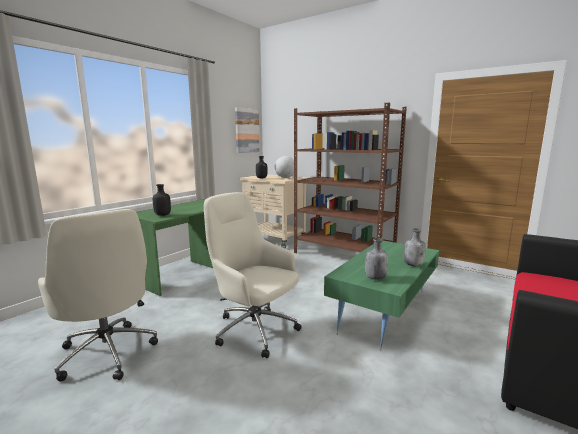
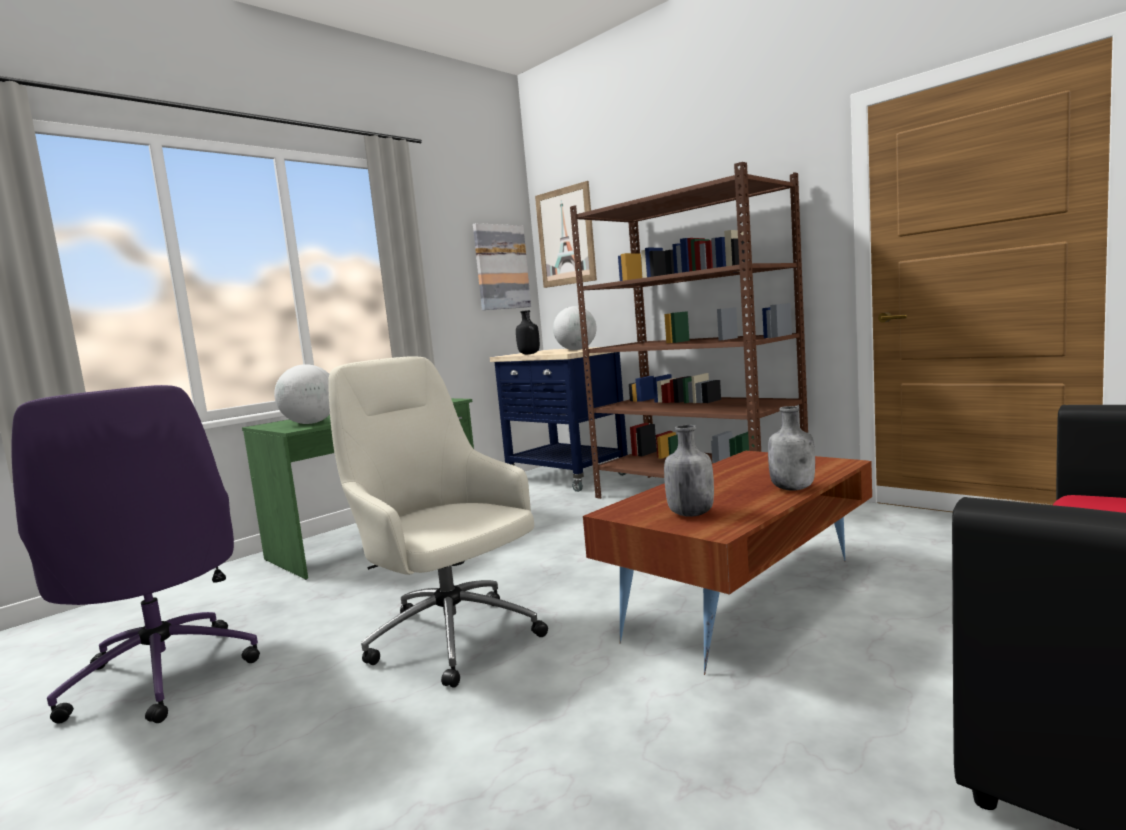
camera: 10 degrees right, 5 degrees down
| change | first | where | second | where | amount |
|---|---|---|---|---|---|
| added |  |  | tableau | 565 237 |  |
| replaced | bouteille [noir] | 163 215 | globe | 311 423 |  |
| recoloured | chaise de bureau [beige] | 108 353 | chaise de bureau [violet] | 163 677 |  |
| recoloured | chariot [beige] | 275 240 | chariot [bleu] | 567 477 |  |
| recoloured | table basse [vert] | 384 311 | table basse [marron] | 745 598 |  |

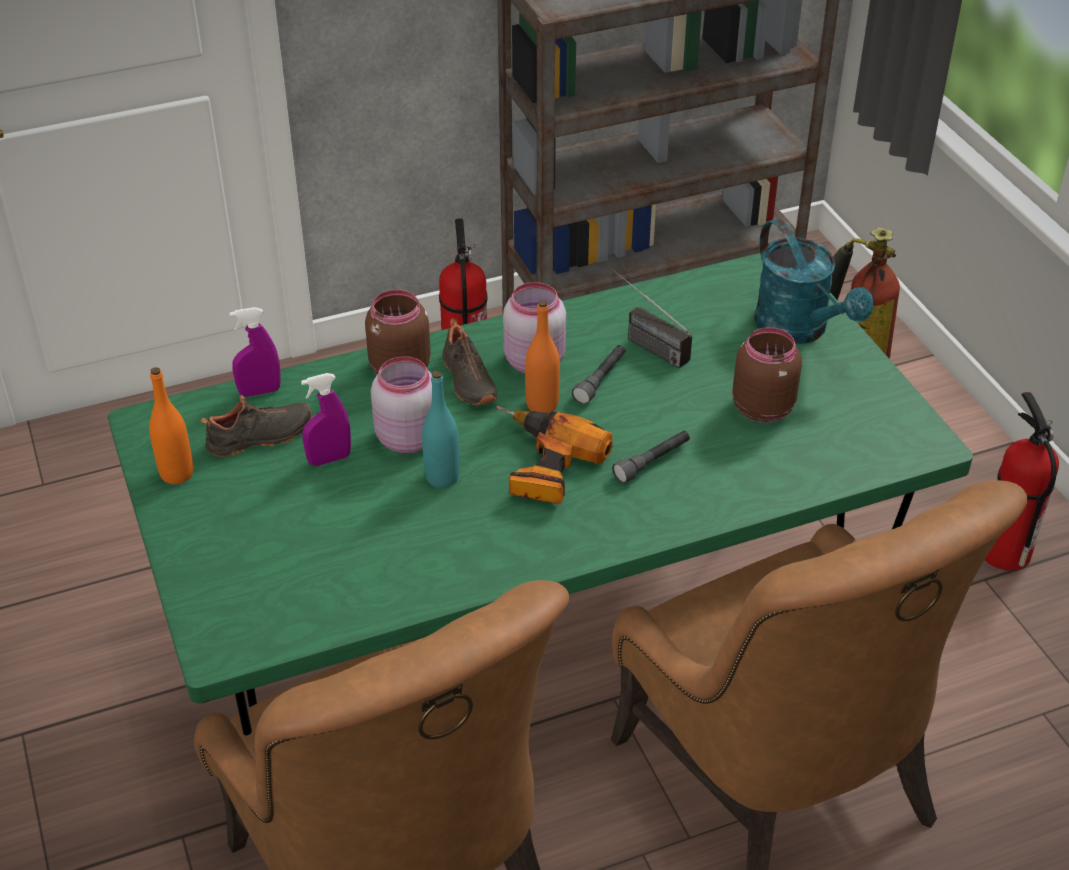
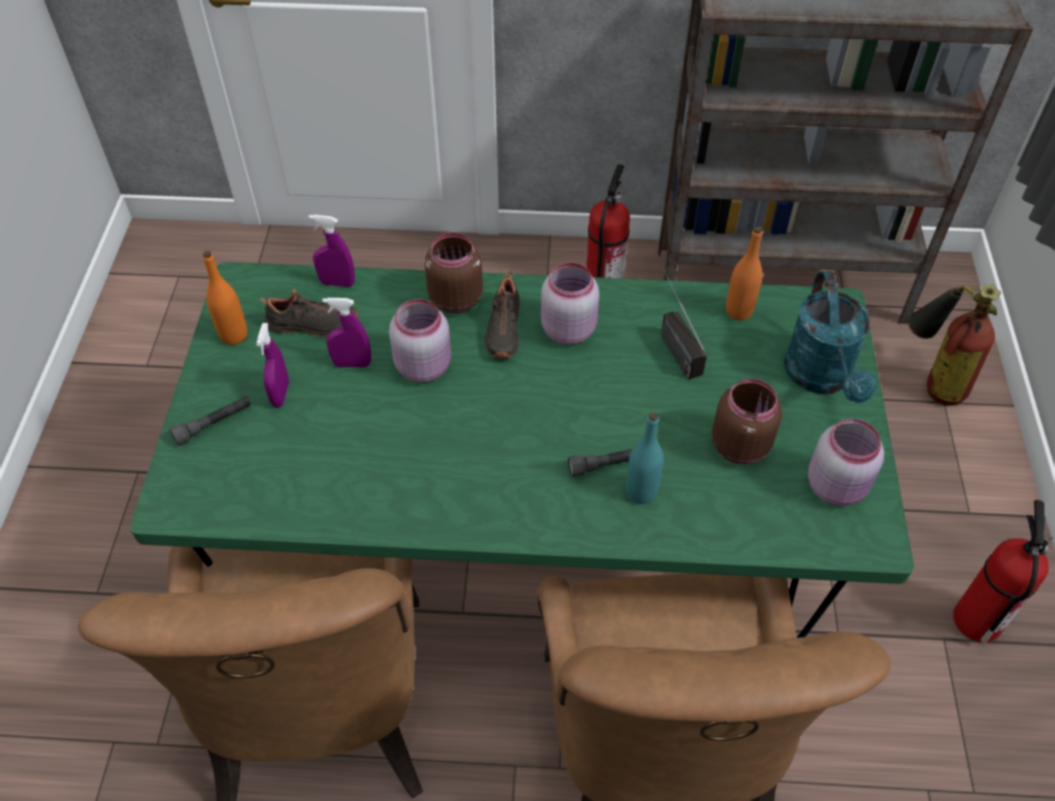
camera: 25 degrees right, 10 degrees up
| change | first | where | second | where | amount |
|---|---|---|---|---|---|
| removed | perceuse | 542 466 |  |  |  |
| added |  |  | vaporisateur [violet] | 280 394 |  |
| added |  |  | bocal [rose] | 837 486 |  |
| moved | bouteille [turquoise] | 442 477 |  | 641 492 |  |
| moved | bouteille [orange] | 542 405 |  | 738 311 |  |
| moved | lampe de poche [gris] | 600 380 |  | 214 424 |  |

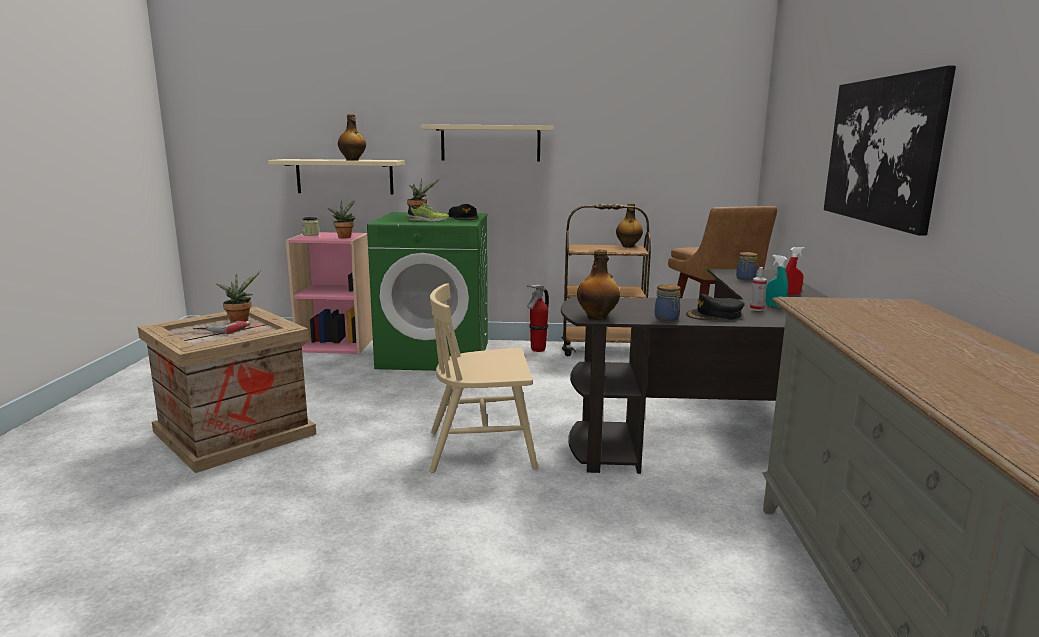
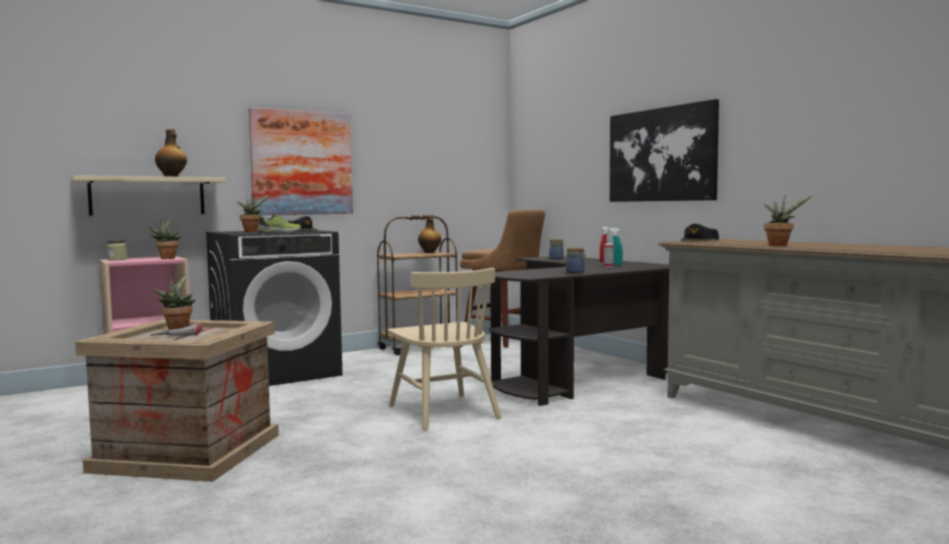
camera: 35 degrees left, 10 degrees down
| change | first | where | second | where | amount |
|---|---|---|---|---|---|
| removed | extincteur | 537 350 |  |  |  |
| removed | bouteille | 597 317 |  |  |  |
| added |  |  | plante en pot | 780 245 |  |
| moved | casquette [noir] | 714 315 |  | 700 240 |  |
| replaced | étagère [beige] | 490 143 | tableau | 302 163 |  |
| recoloured | lave-linge [vert] | 435 355 | lave-linge [noir] | 277 373 |  |
| turned | chaise [beige] | 482 449 |  | 443 412 | 75 degrees counterclockwise |

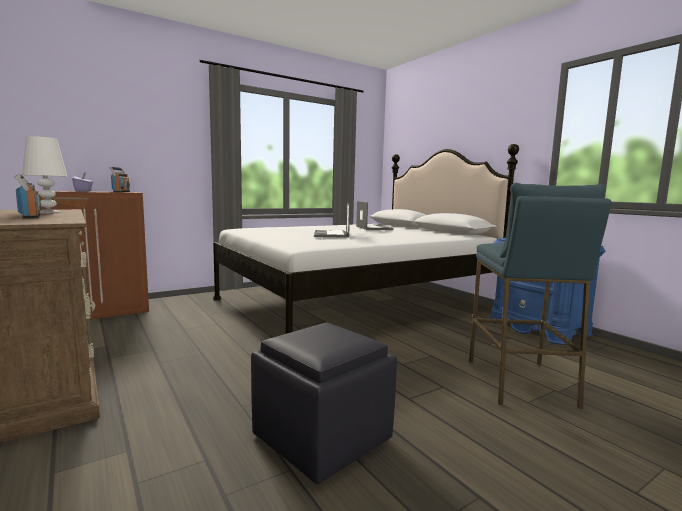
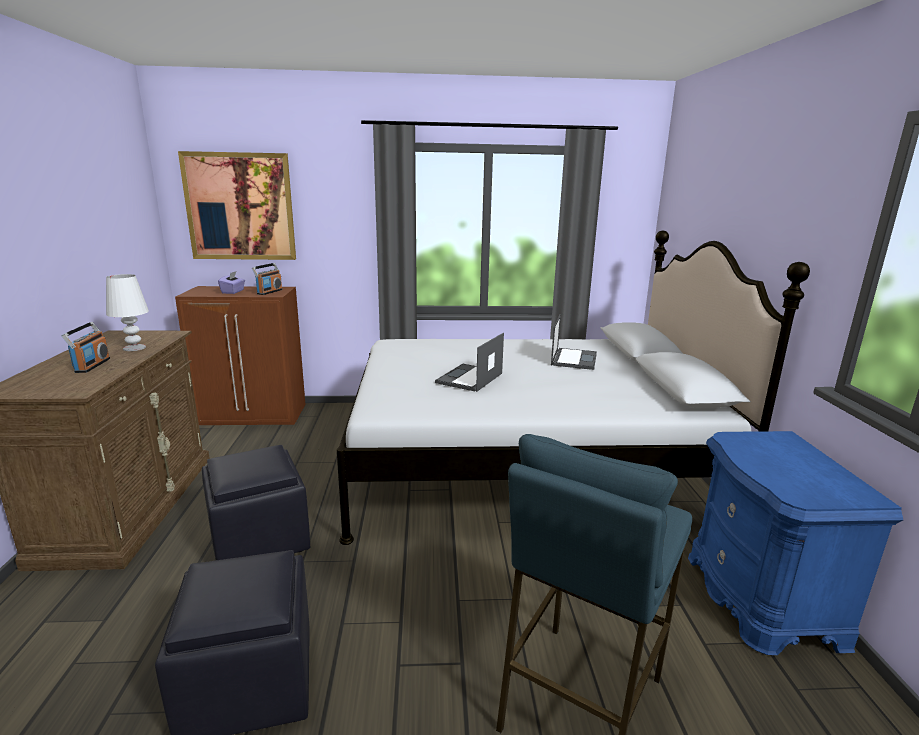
camera: 30 degrees right, 10 degrees up
| change | first | where | second | where | amount |
|---|---|---|---|---|---|
| added |  |  | tableau | 240 207 |  |
| added |  |  | pouf [noir] | 258 539 |  |

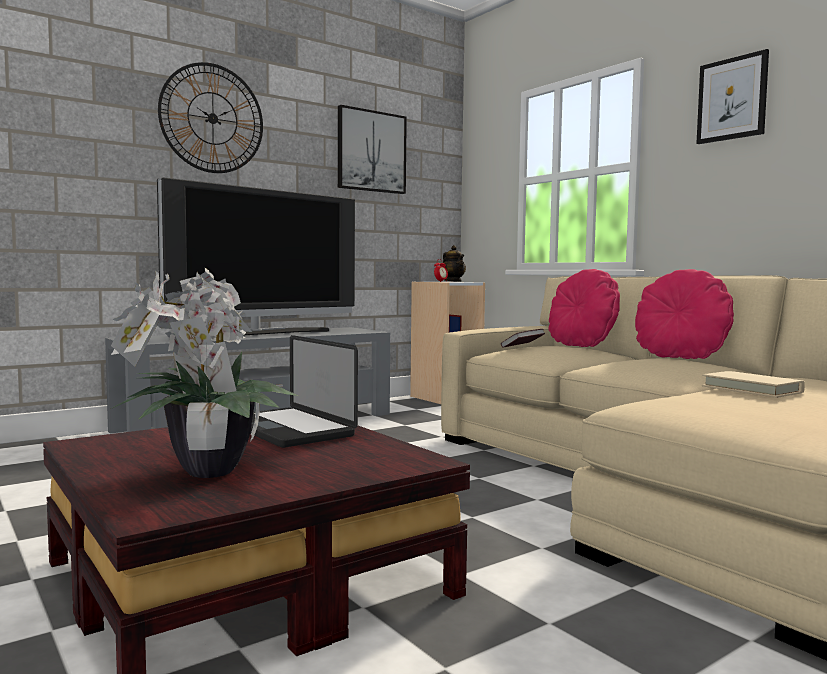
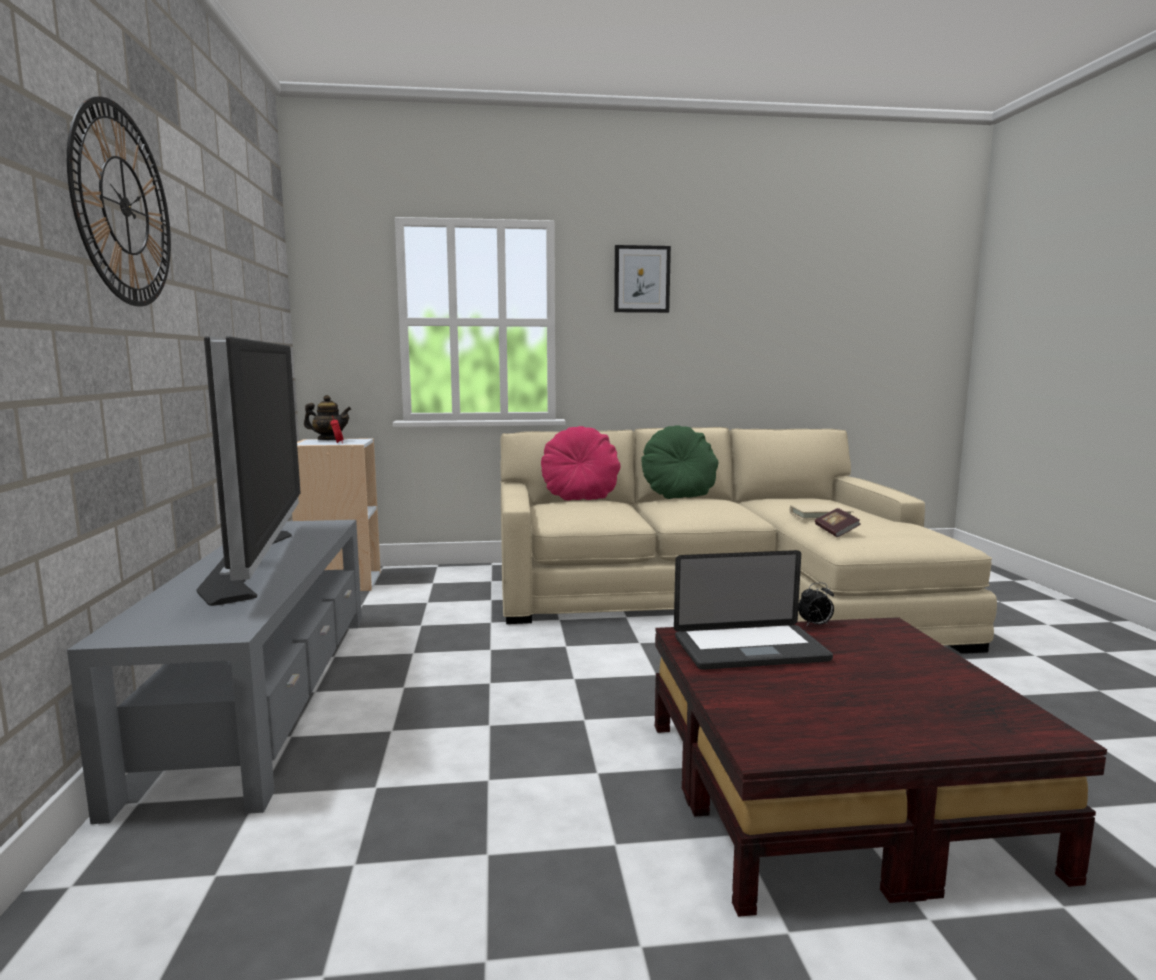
camera: 60 degrees left, 5 degrees up
| change | first | where | second | where | amount |
|---|---|---|---|---|---|
| removed | plante en pot | 204 473 |  |  |  |
| removed | tableau | 371 151 |  |  |  |
| added |  |  | réveil | 815 625 |  |
| moved | livre | 522 347 |  | 836 532 |  |
| recoloured | coussin [rose] | 681 358 | coussin [vert] | 678 497 |  |

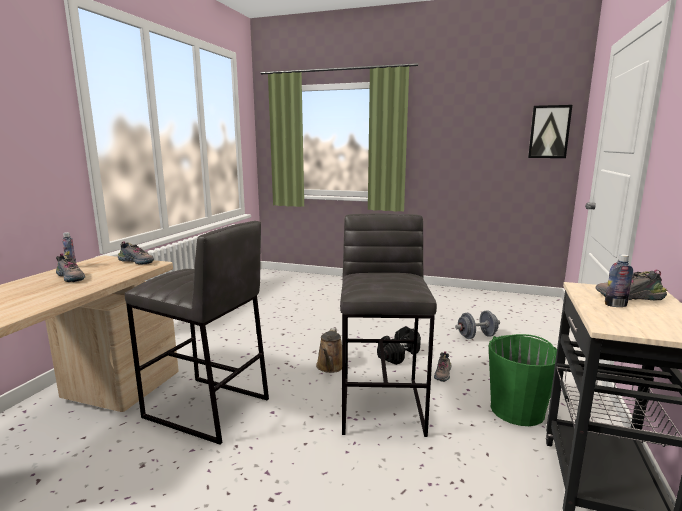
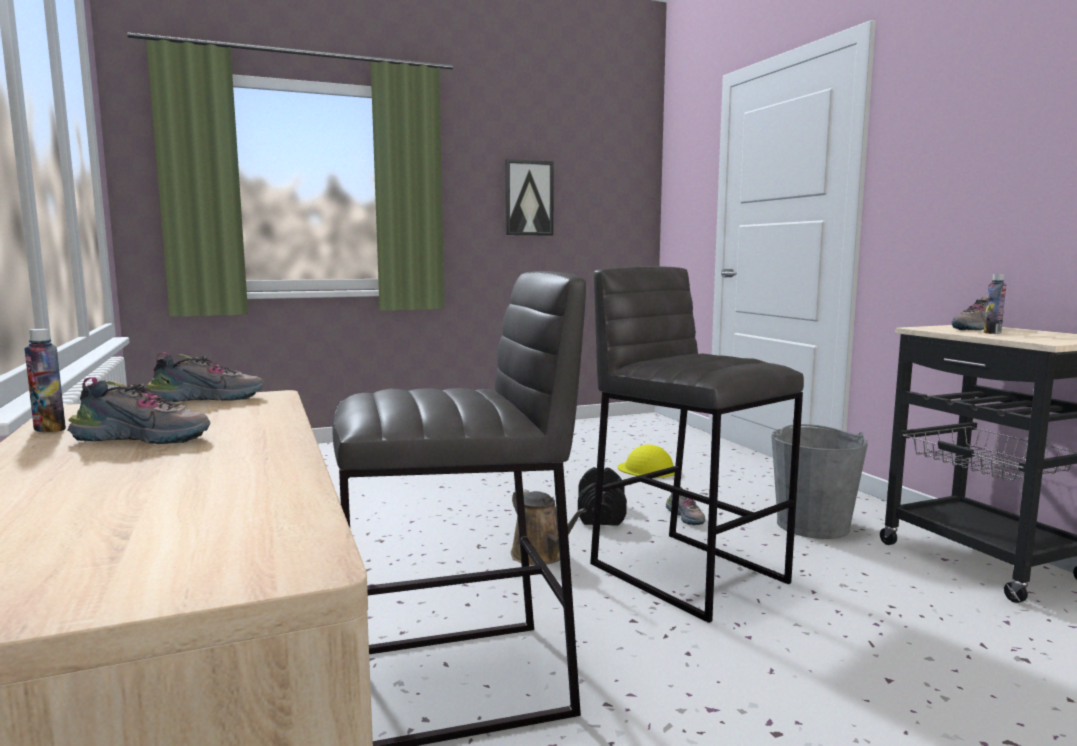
camera: 40 degrees left, 5 degrees down
| change | first | where | second | where | amount |
|---|---|---|---|---|---|
| moved | tableau | 549 132 |  | 528 198 |  |
| replaced | haltère [gris] | 476 336 | casque de chantier [jaune] | 647 469 |  |
| recoloured | seau [vert] | 517 410 | seau [gris] | 812 525 |  |

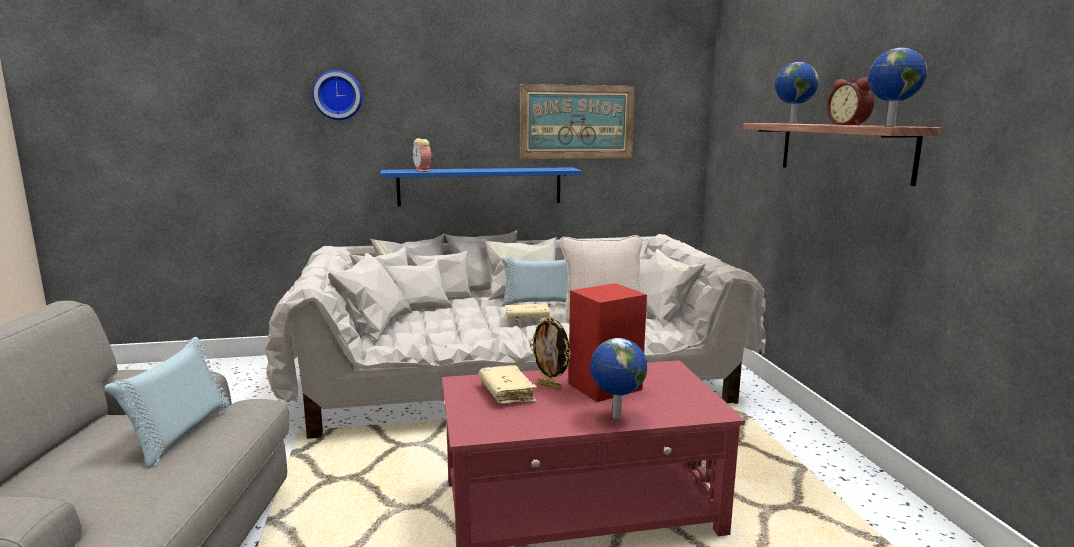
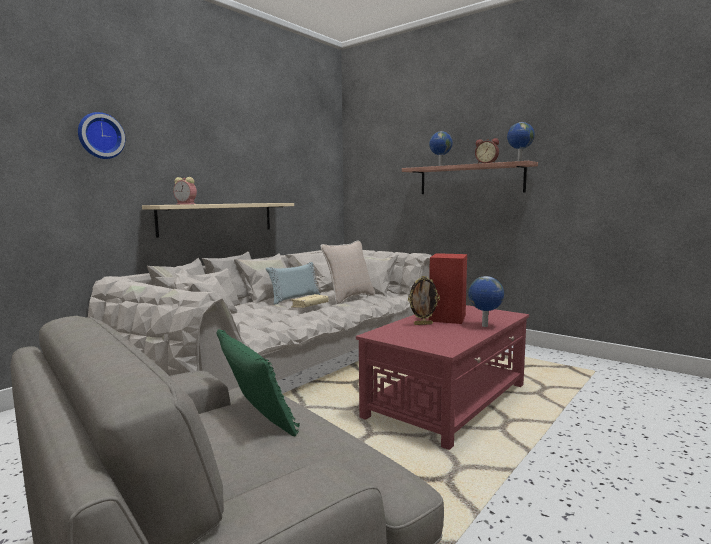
camera: 40 degrees left, 5 degrees down
| change | first | where | second | where | amount |
|---|---|---|---|---|---|
| removed | livre [beige] | 507 393 |  |  |  |
| removed | tableau | 577 122 |  |  |  |
| recoloured | coussin [bleu] | 180 434 | coussin [vert] | 256 415 |  |
| recoloured | étagère [bleu] | 480 186 | étagère [beige] | 217 218 |  |

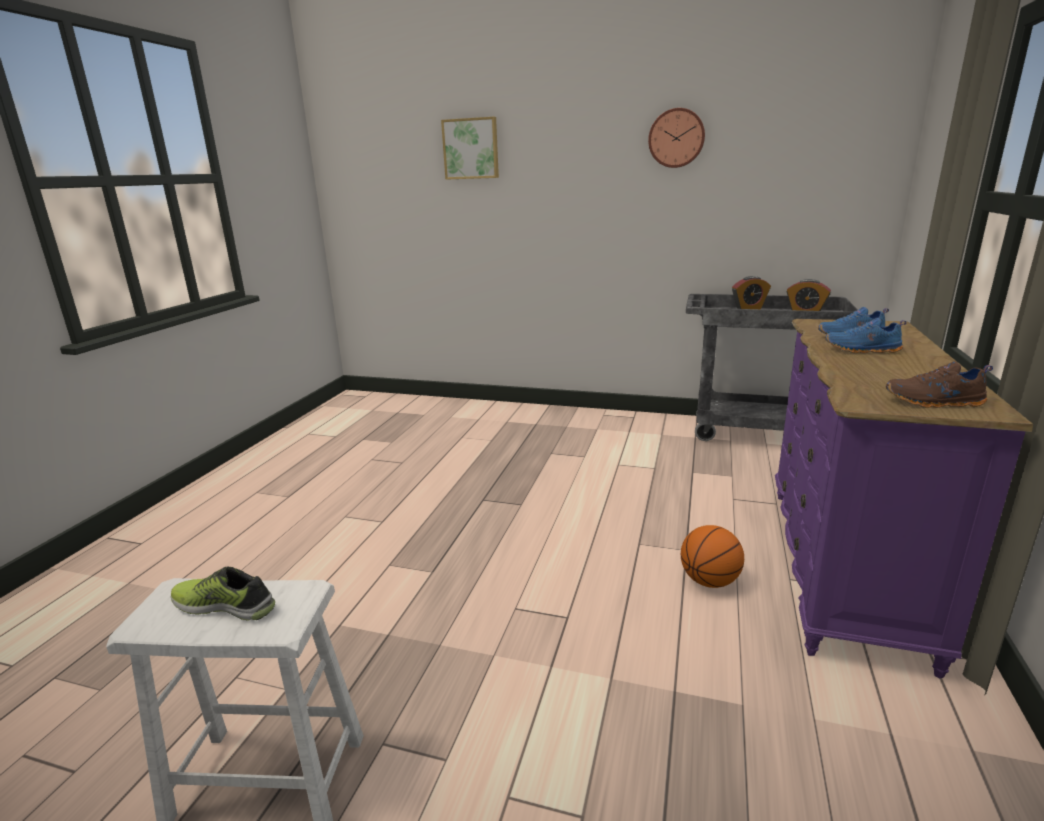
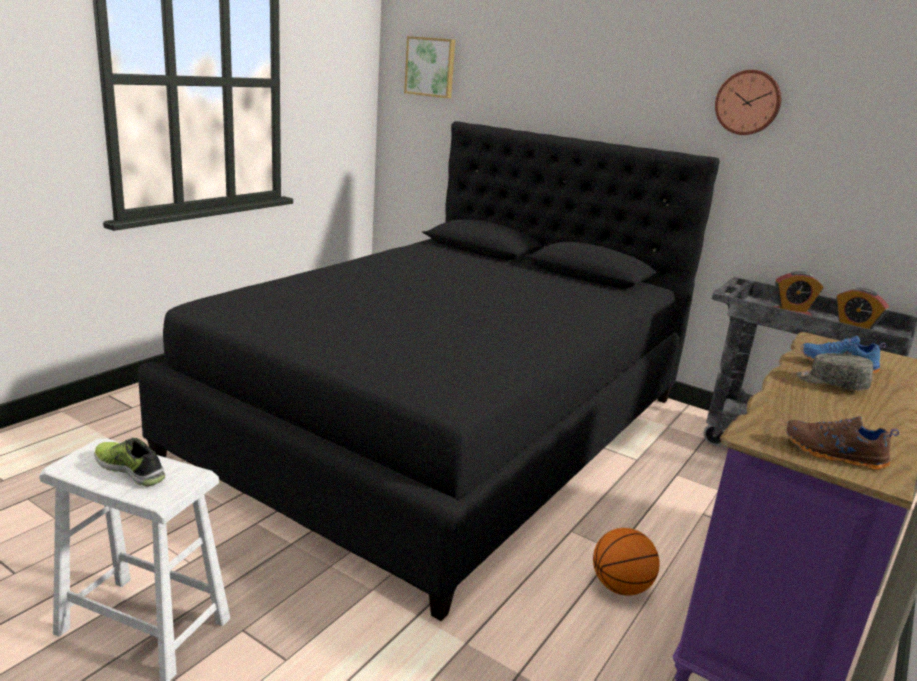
camera: 15 degrees right, 0 degrees up
| change | first | where | second | where | amount |
|---|---|---|---|---|---|
| added |  |  | lit [noir] | 445 424 |  |
| moved | tableau | 471 149 |  | 431 67 |  |
| replaced | chaussure [bleu] | 862 350 | casquette [gris] | 831 383 |  |

